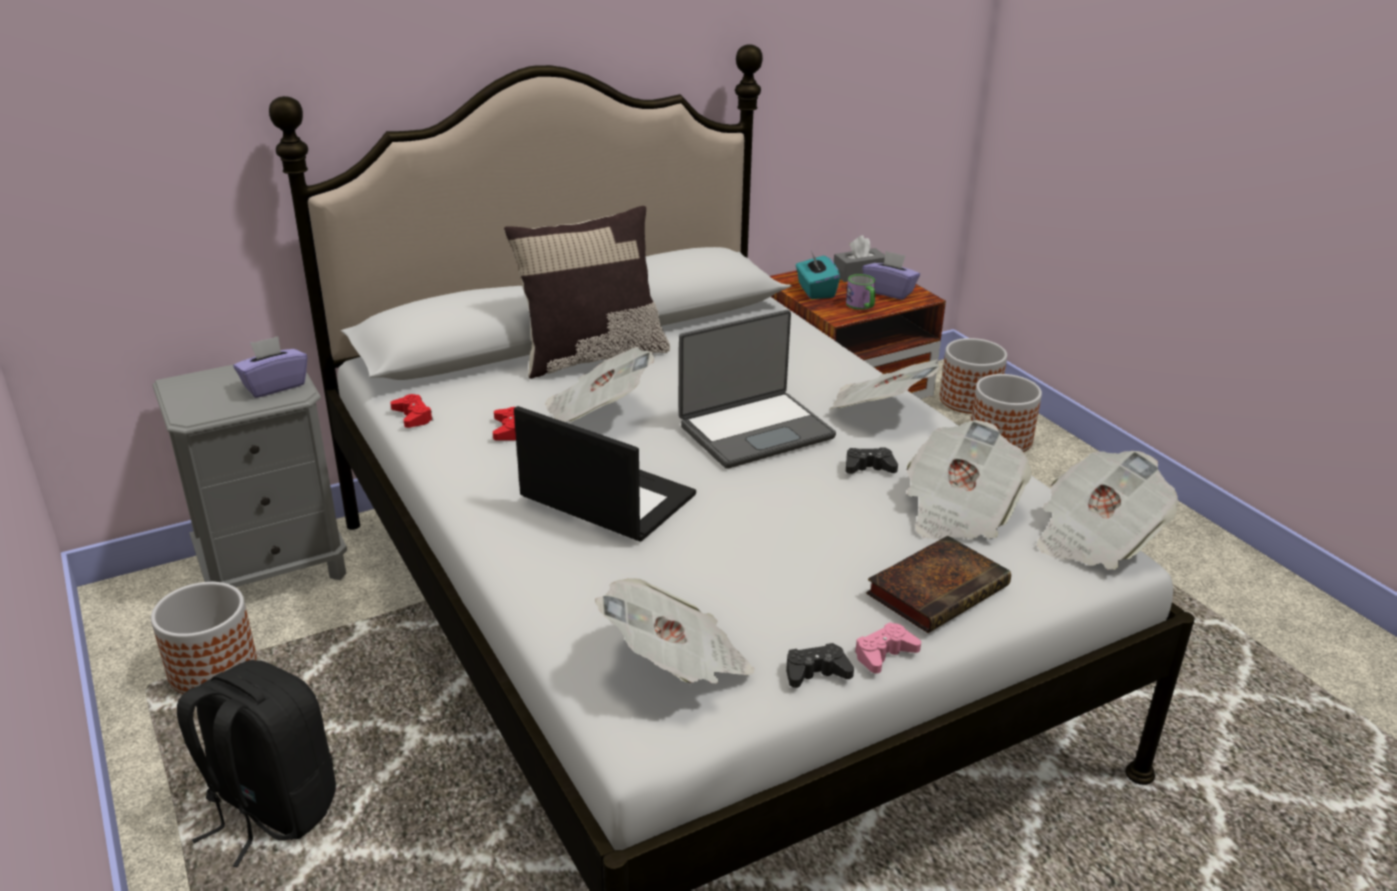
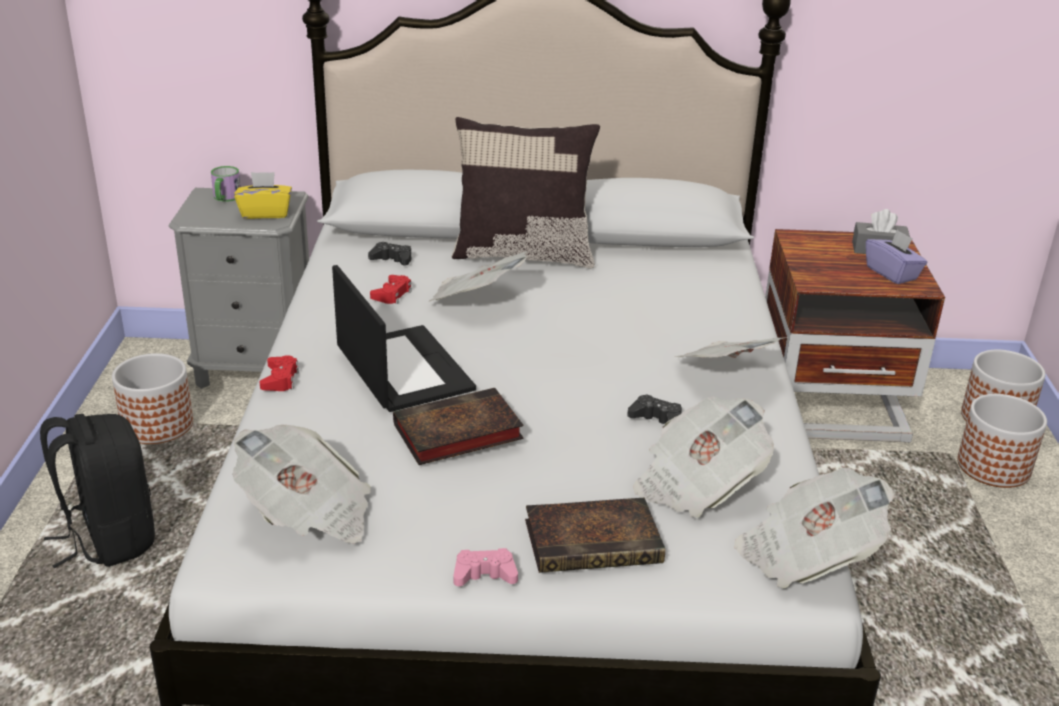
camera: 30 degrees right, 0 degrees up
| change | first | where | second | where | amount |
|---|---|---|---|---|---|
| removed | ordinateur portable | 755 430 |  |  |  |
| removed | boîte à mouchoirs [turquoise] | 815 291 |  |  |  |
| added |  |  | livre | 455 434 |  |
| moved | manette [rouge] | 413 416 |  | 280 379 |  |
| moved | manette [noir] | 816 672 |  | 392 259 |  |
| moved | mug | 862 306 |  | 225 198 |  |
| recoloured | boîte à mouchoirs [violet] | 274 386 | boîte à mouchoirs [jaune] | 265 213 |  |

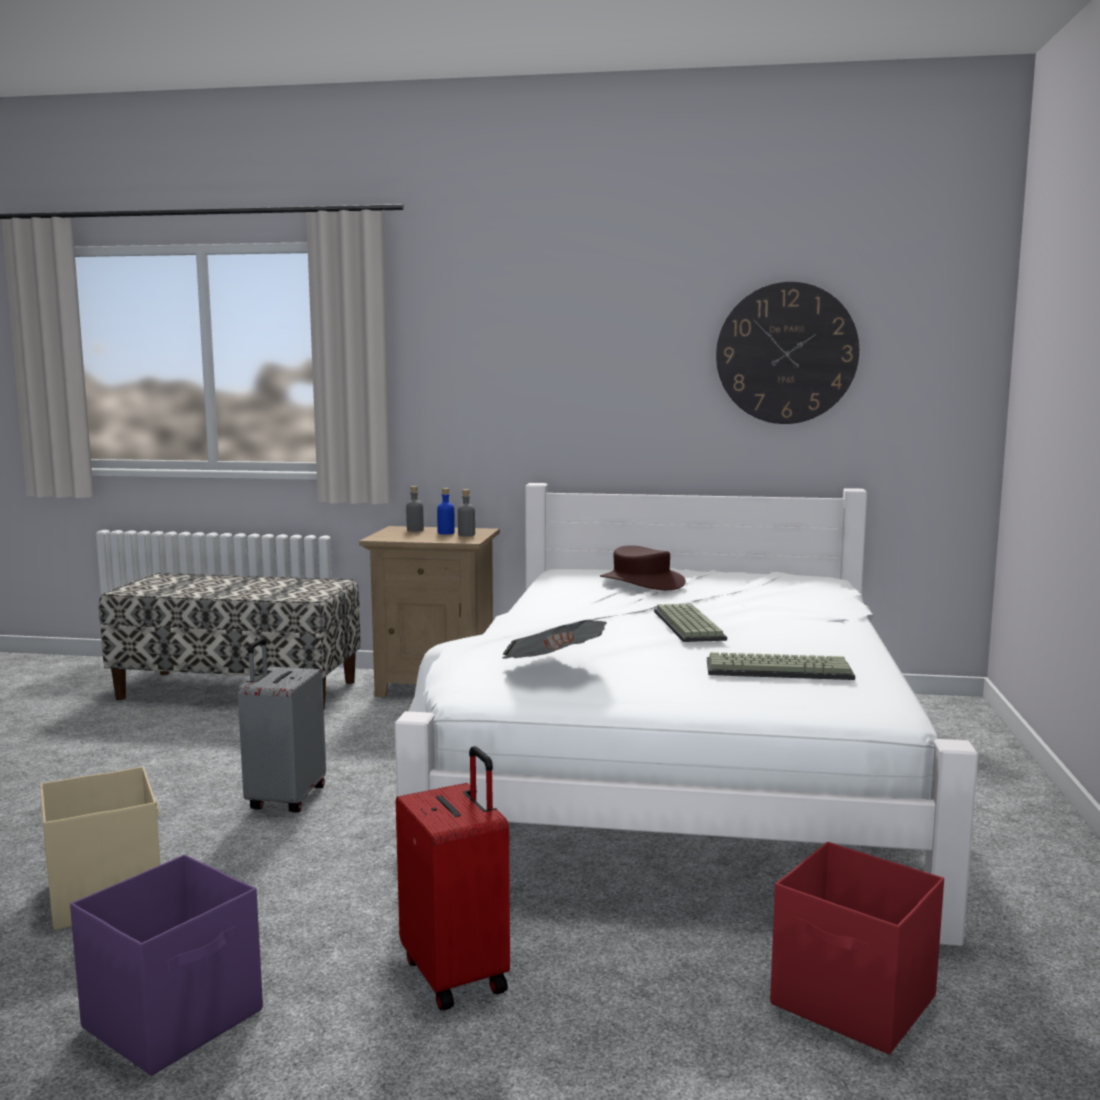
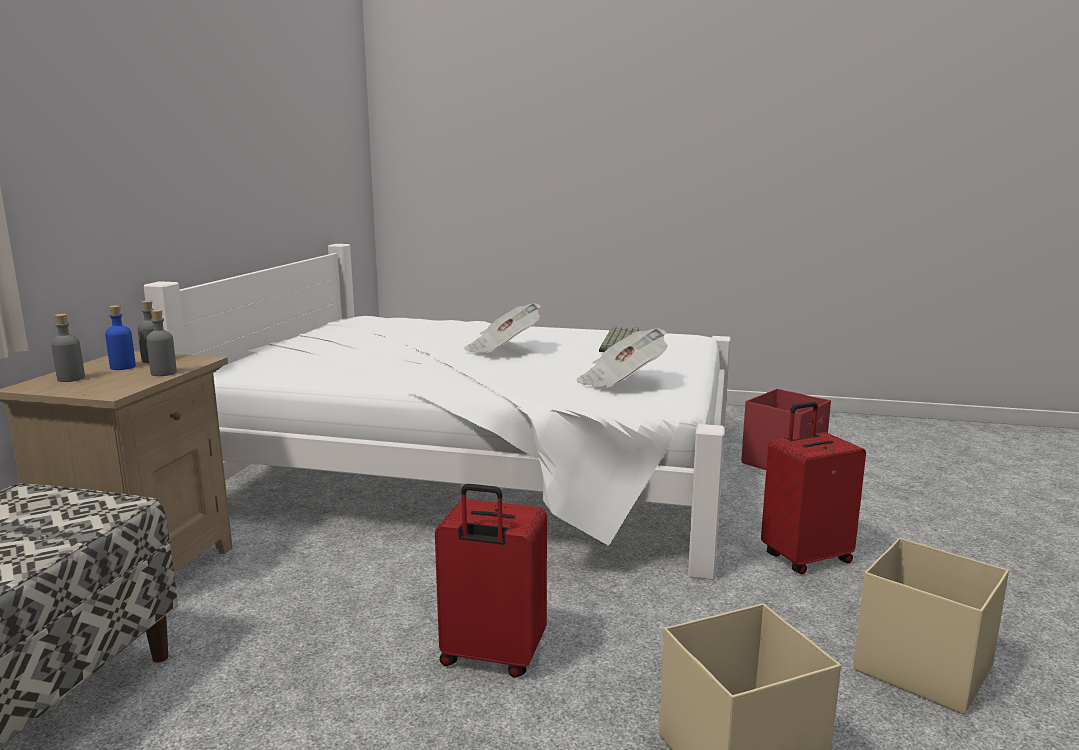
camera: 85 degrees left, 5 degrees up
| change | first | where | second | where | amount |
|---|---|---|---|---|---|
| removed | chapeau [marron] | 641 582 |  |  |  |
| removed | horloge murale | 786 353 |  |  |  |
| added |  |  | bouteille [gris] | 164 373 |  |
| replaced | clavier | 686 625 | journal | 503 349 |  |
| recoloured | boîte de rangement [violet] | 176 1019 | boîte de rangement [beige] | 921 668 |  |
| recoloured | valise [gris] | 285 799 | valise [rouge] | 491 657 |  |

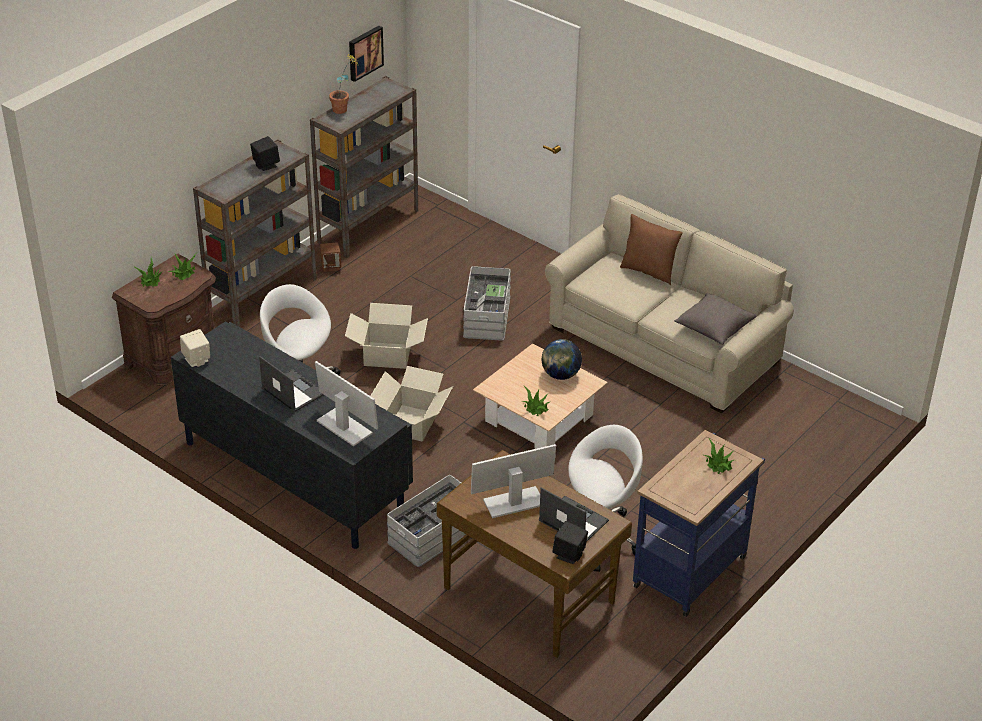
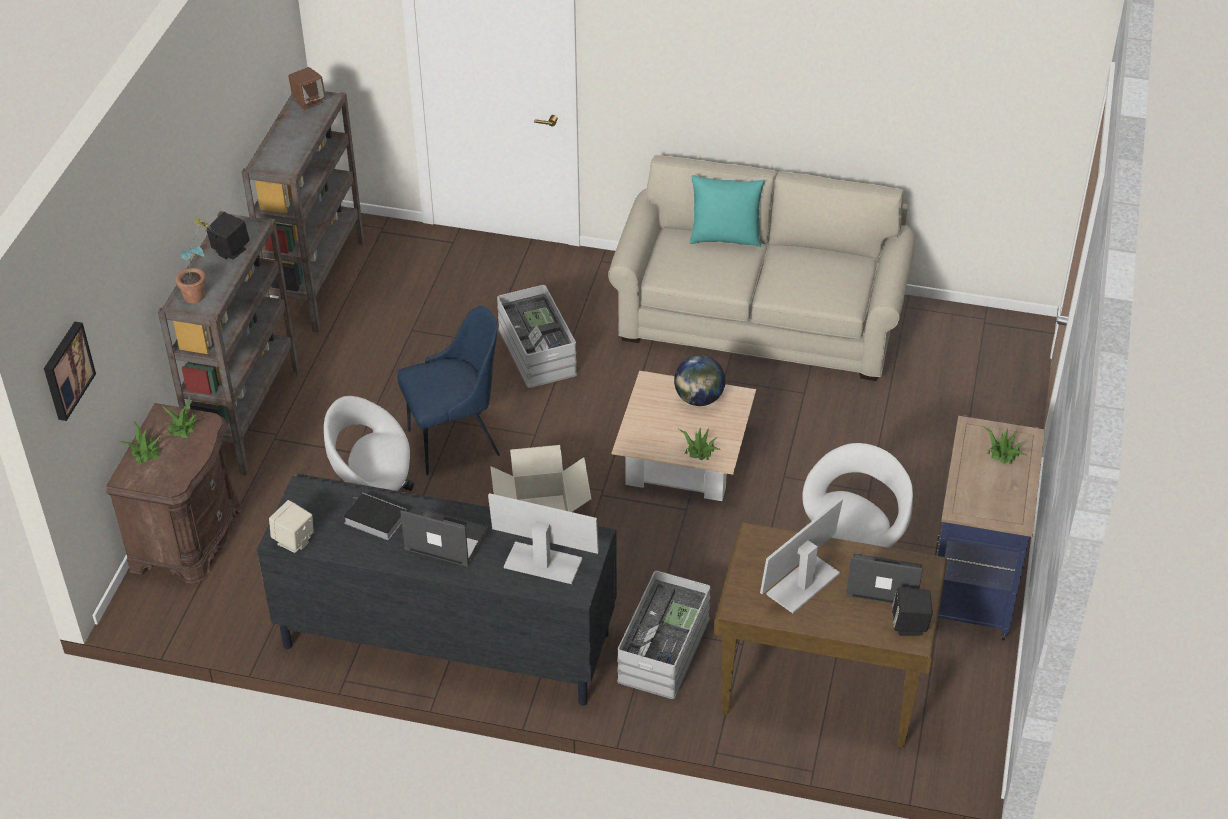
camera: 25 degrees left, 5 degrees up
| change | first | where | second | where | amount |
|---|---|---|---|---|---|
| removed | coussin [gris] | 713 328 |  |  |  |
| added |  |  | livre | 373 519 |  |
| moved | enceinte [marron] | 331 266 |  | 309 101 |  |
| moved | plante en pot | 344 110 |  | 201 294 |  |
| moved | tableau | 364 52 |  | 66 370 |  |
| replaced | carton | 387 355 | chaise [bleu] | 454 442 |  |
| recoloured | coussin [marron] | 648 271 | coussin [turquoise] | 725 238 |  |

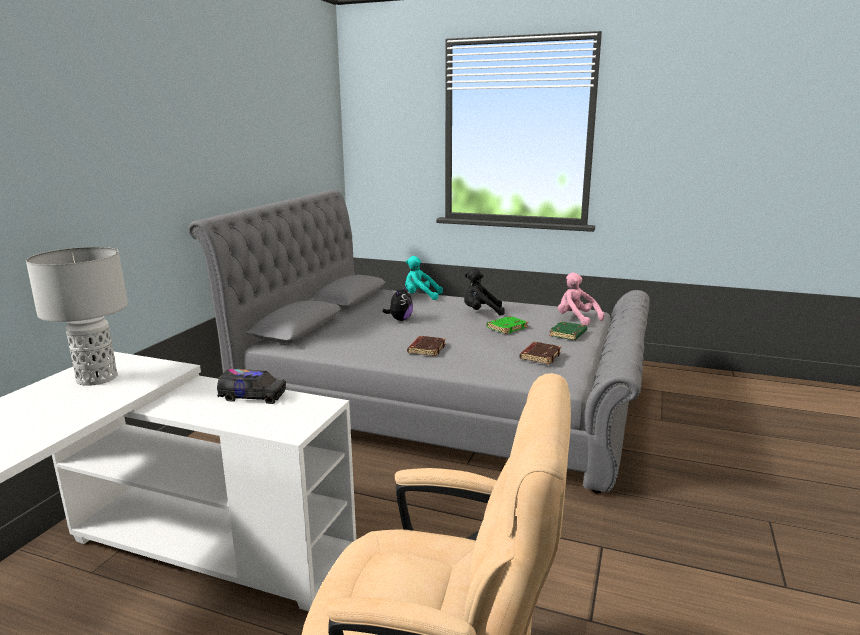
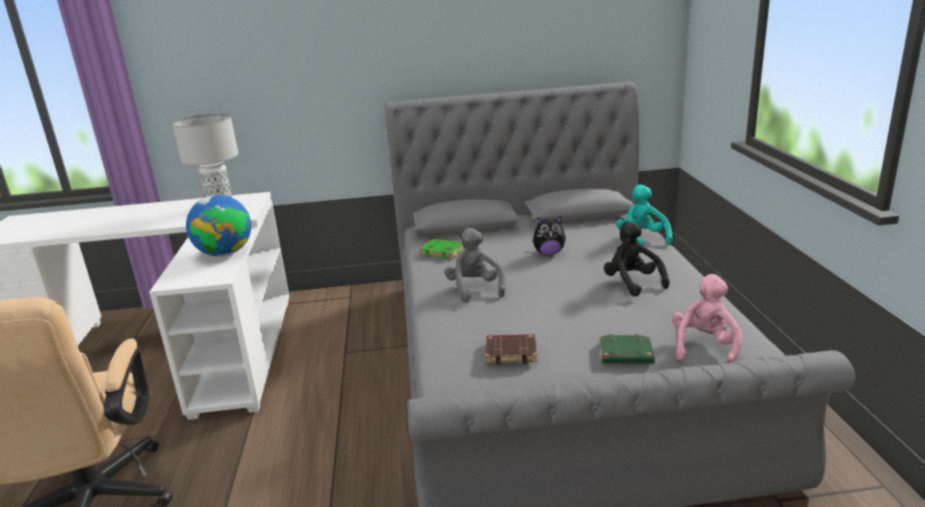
camera: 65 degrees right, 5 degrees up
| change | first | where | second | where | amount |
|---|---|---|---|---|---|
| moved | livre [vert] | 507 327 |  | 443 251 |  |
| replaced | camion jouet | 253 396 | globe | 225 253 |  |
| replaced | livre [marron] | 426 349 | peluche [gris] | 475 289 |  |

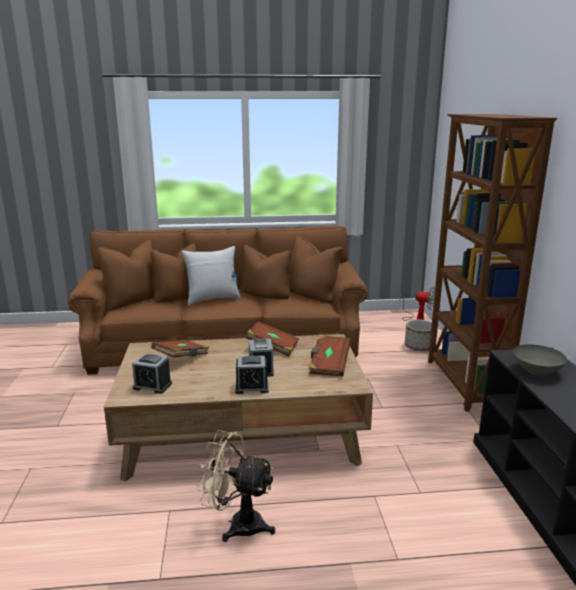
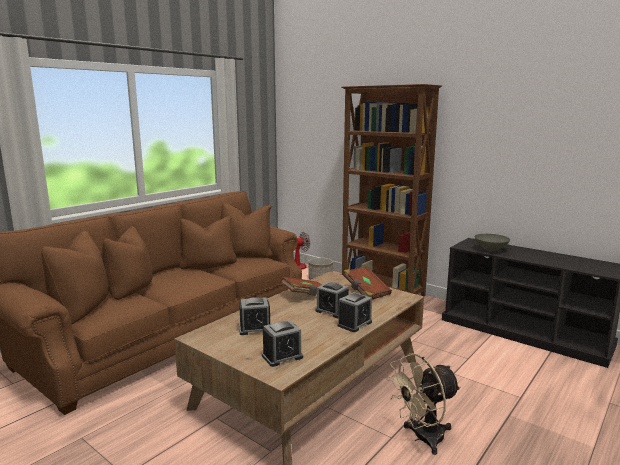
camera: 45 degrees left, 5 degrees down
| change | first | where | second | where | amount |
|---|---|---|---|---|---|
| removed | coussin [gris] | 212 300 |  |  |  |
| replaced | livre [marron] | 182 358 | réveil | 255 328 |  |

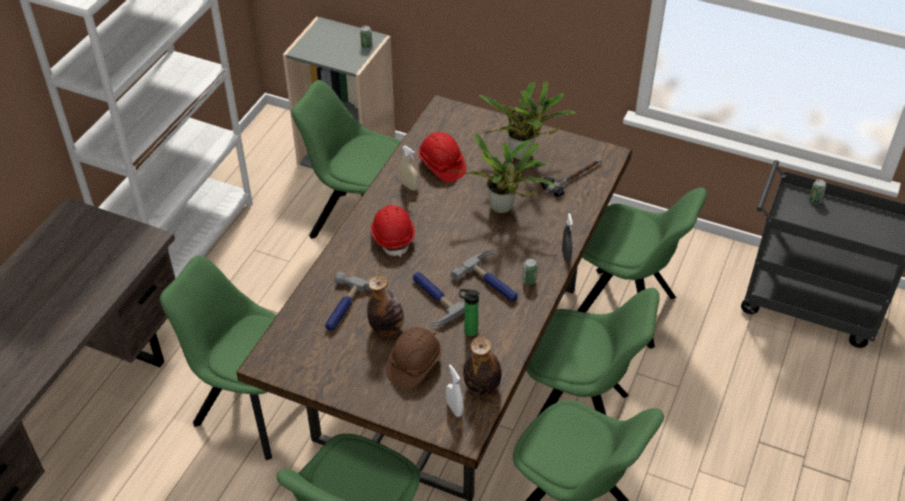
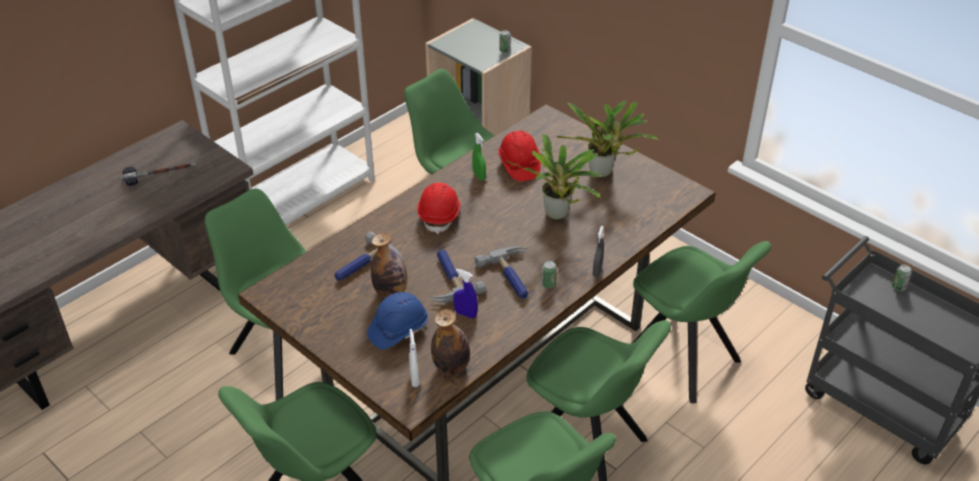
camera: 20 degrees right, 5 degrees down
| change | first | where | second | where | amount |
|---|---|---|---|---|---|
| moved | marteau | 572 178 |  | 159 174 |  |
| replaced | bouteille | 468 331 | vaporisateur [bleu] | 465 314 |  |
| recoloured | casque de chantier [marron] | 413 364 | casque de chantier [bleu] | 398 330 |  |
| recoloured | vaporisateur [beige] | 409 186 | vaporisateur [vert] | 479 176 |  |

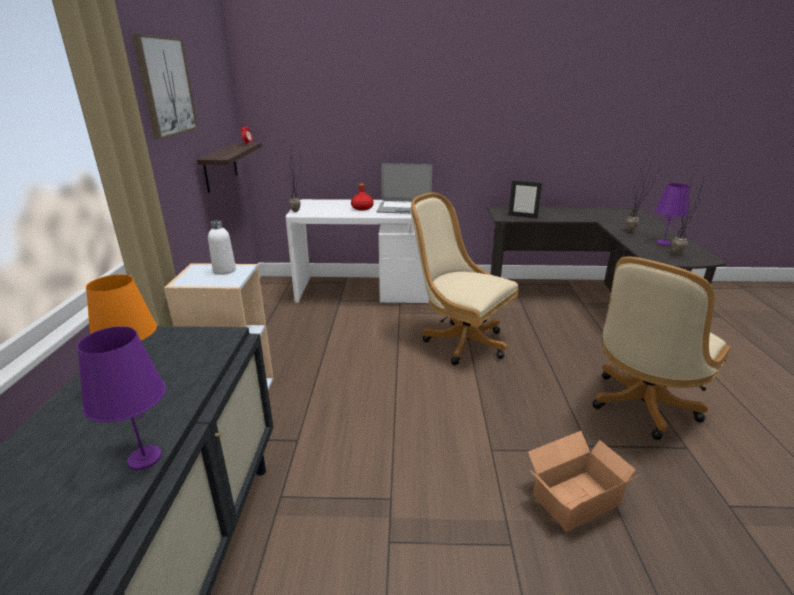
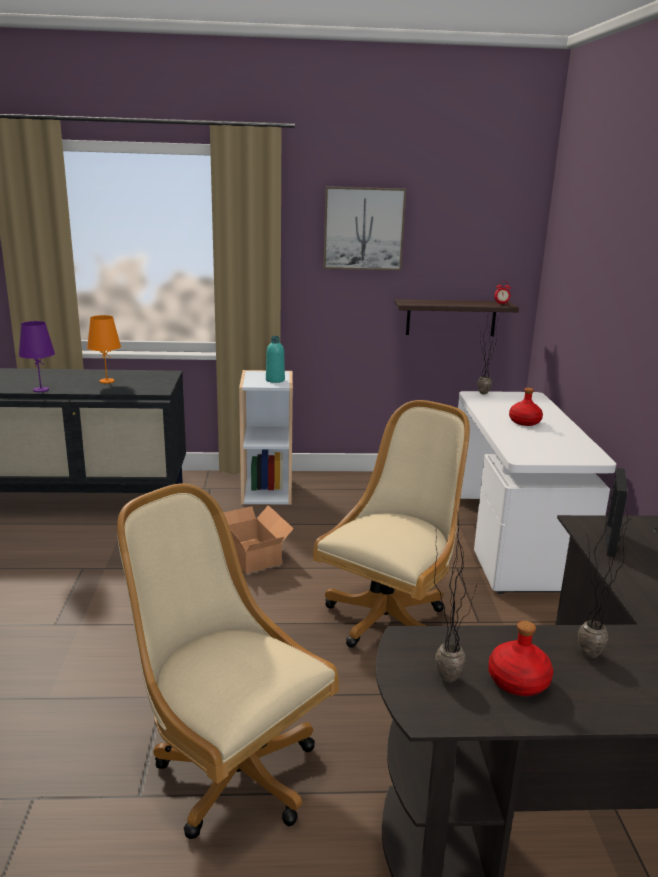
camera: 85 degrees right, 5 degrees down
| change | first | where | second | where | amount |
|---|---|---|---|---|---|
| removed | ordinateur portable | 404 209 |  |  |  |
| moved | carton | 572 498 |  | 253 554 |  |
| replaced | lampe de table [violet] | 663 243 | bouteille [rouge] | 518 681 |  |
| recoloured | bouteille [blanc] | 224 270 | bouteille [turquoise] | 275 380 |  |

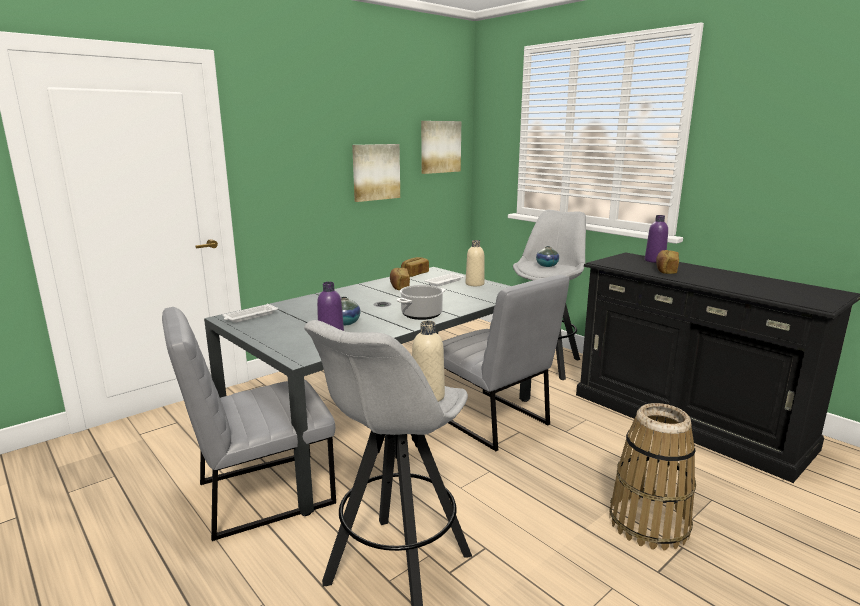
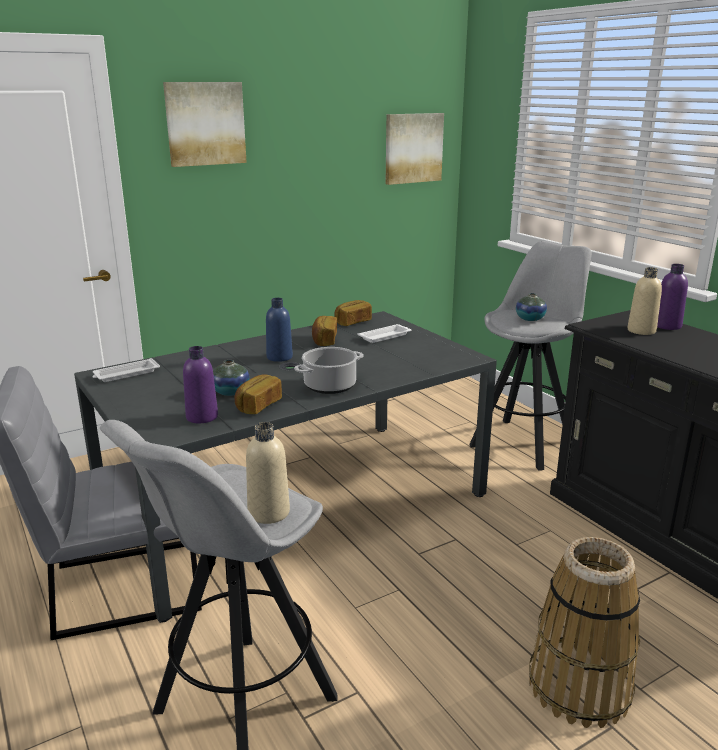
camera: 10 degrees right, 5 degrees up
| change | first | where | second | where | amount |
|---|---|---|---|---|---|
| removed | chaise [gris] | 491 420 |  |  |  |
| added |  |  | bouteille [bleu] | 279 357 |  |
| moved | tableau | 375 172 |  | 205 123 |  |
| moved | bouteille [beige] | 474 284 |  | 641 331 |  |
| moved | pain | 666 270 |  | 258 405 |  |

